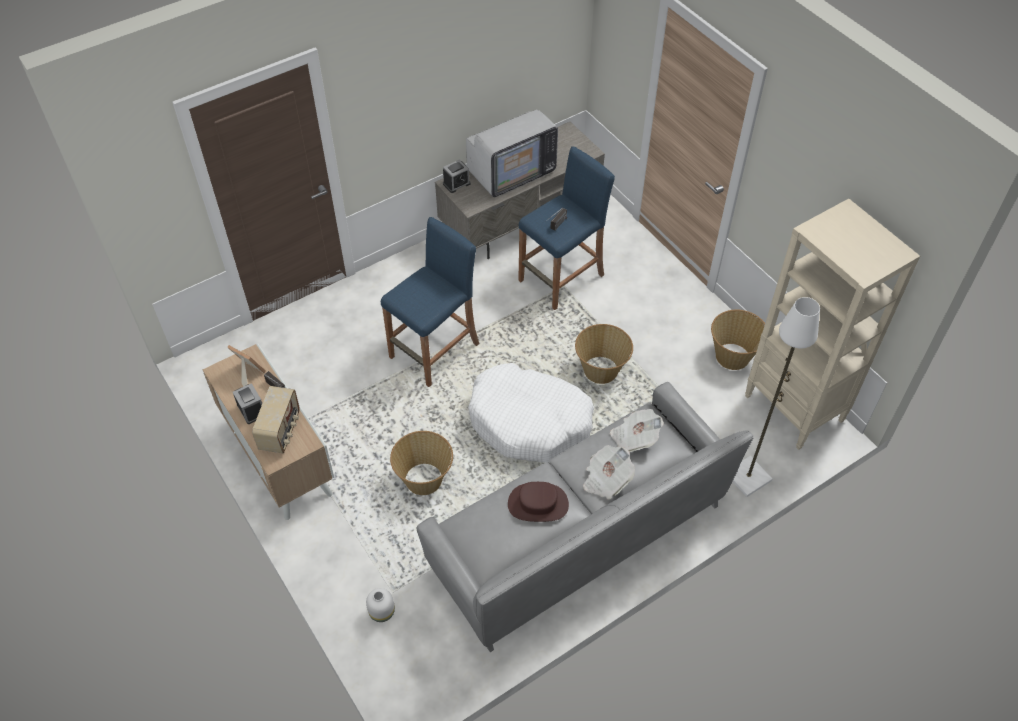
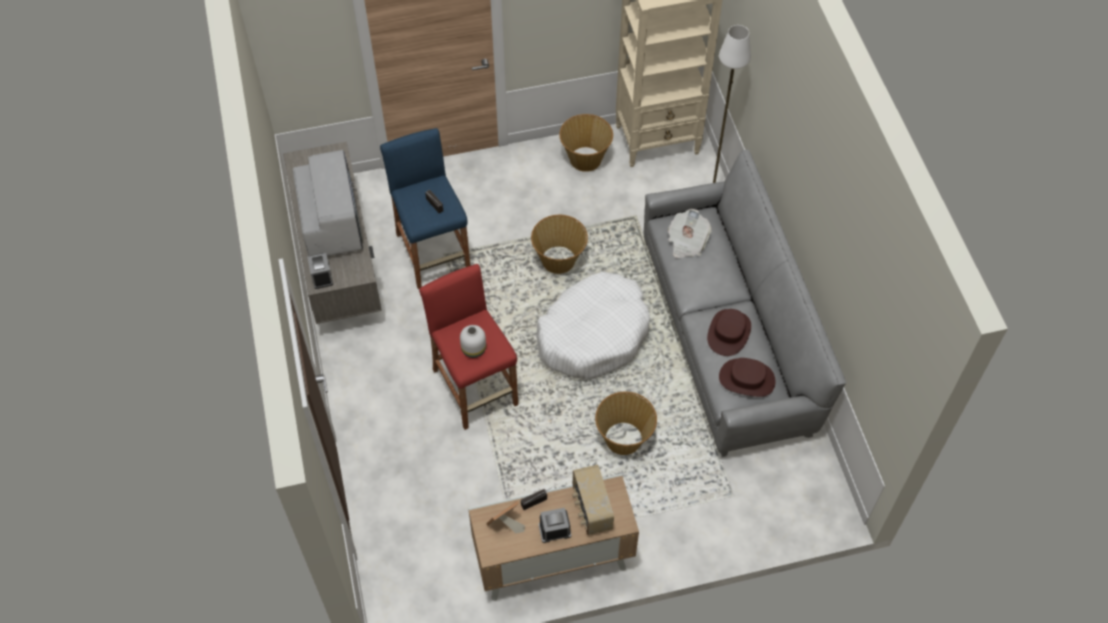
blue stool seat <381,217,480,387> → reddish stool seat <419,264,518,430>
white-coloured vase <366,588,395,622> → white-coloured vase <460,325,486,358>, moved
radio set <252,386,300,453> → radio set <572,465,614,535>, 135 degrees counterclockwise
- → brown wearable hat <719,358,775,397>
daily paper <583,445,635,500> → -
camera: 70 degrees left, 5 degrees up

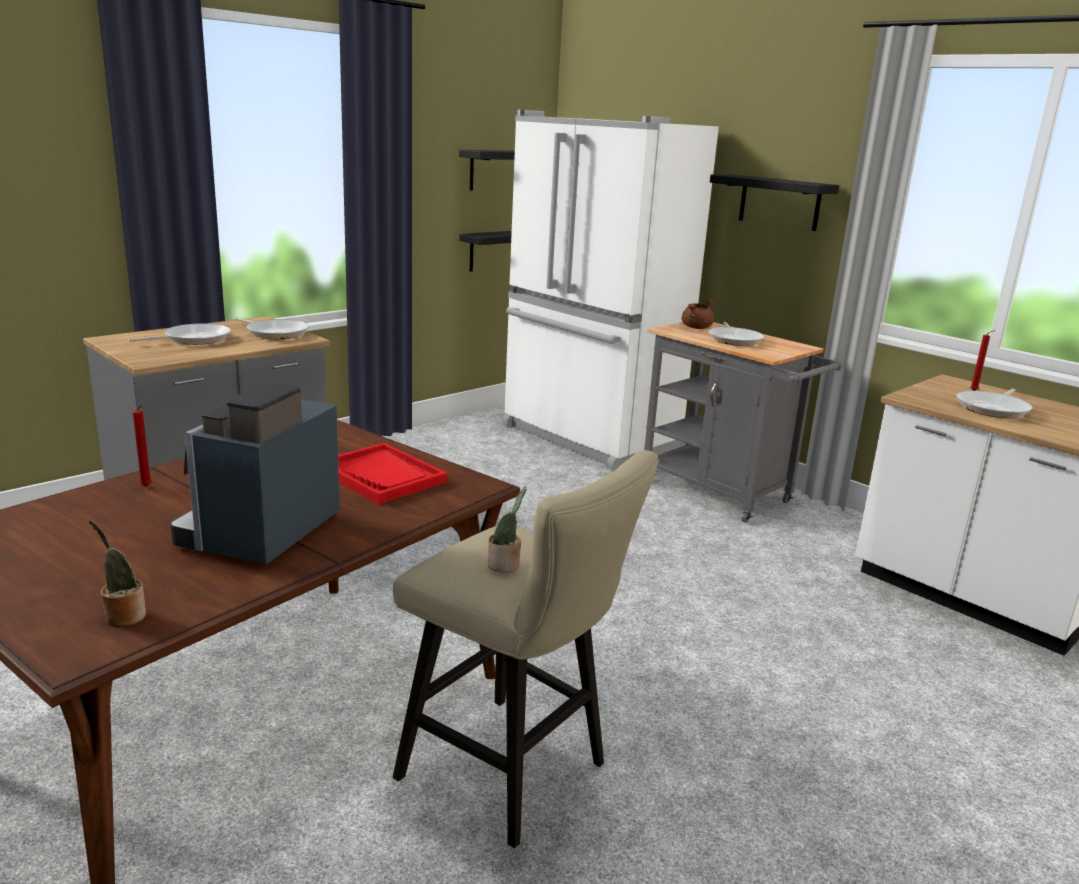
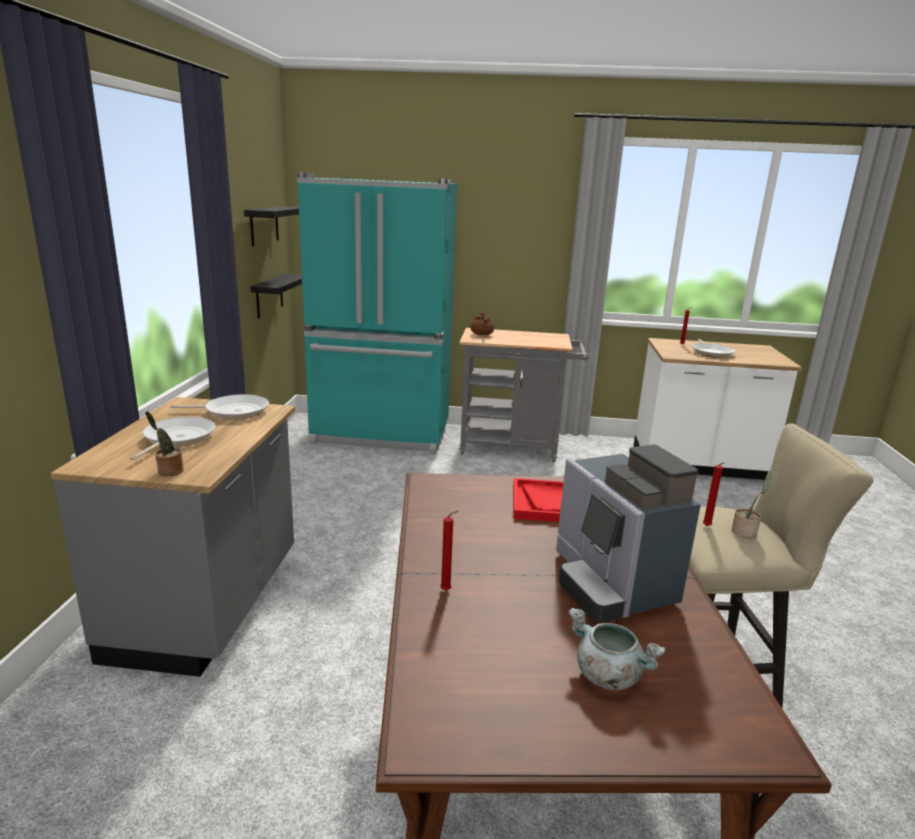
potted plant <89,520,146,627> → potted plant <145,411,184,477>, moved
white-coloured kitchen fridge <502,110,719,471> → turquoise kitchen fridge <297,172,457,454>
- → grey saucepot <568,608,666,690>
- → reddish wax candle <703,462,725,526>
pan <709,322,764,346> → -
black-coloured shelf <710,174,839,231> → -
camera: 40 degrees left, 0 degrees up

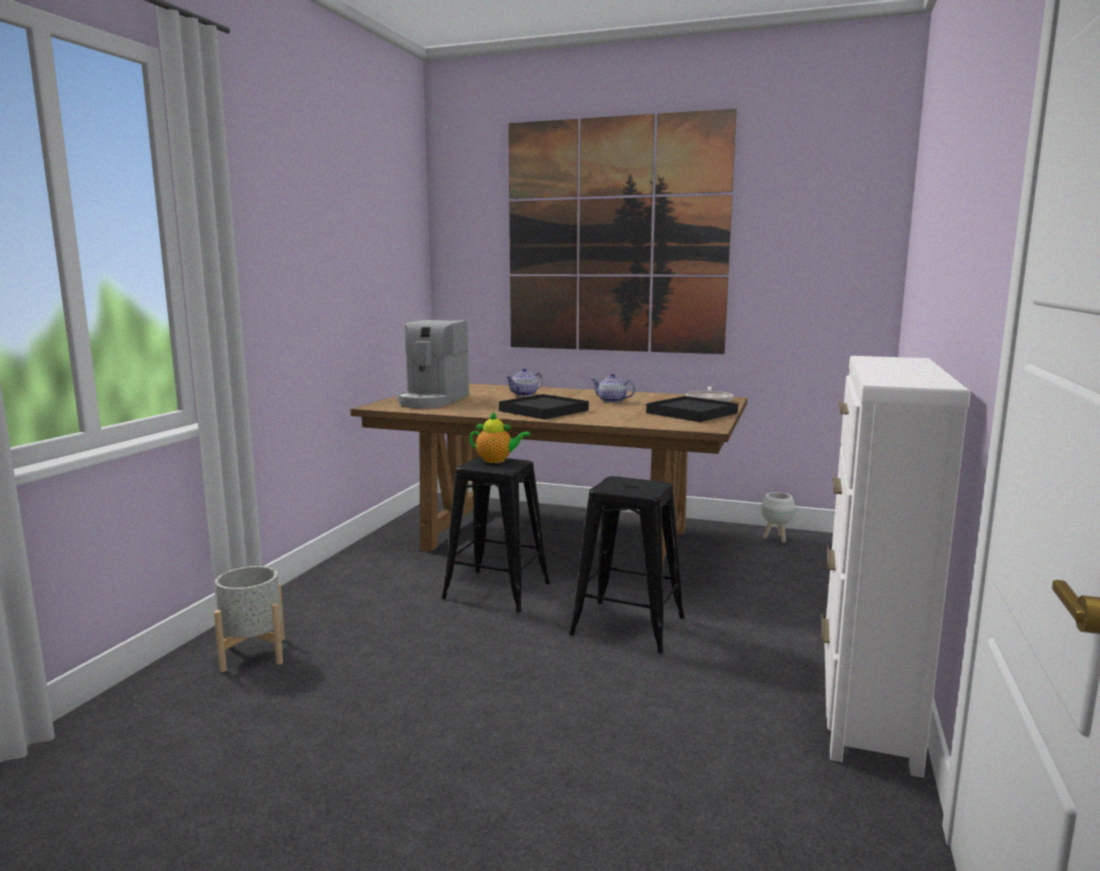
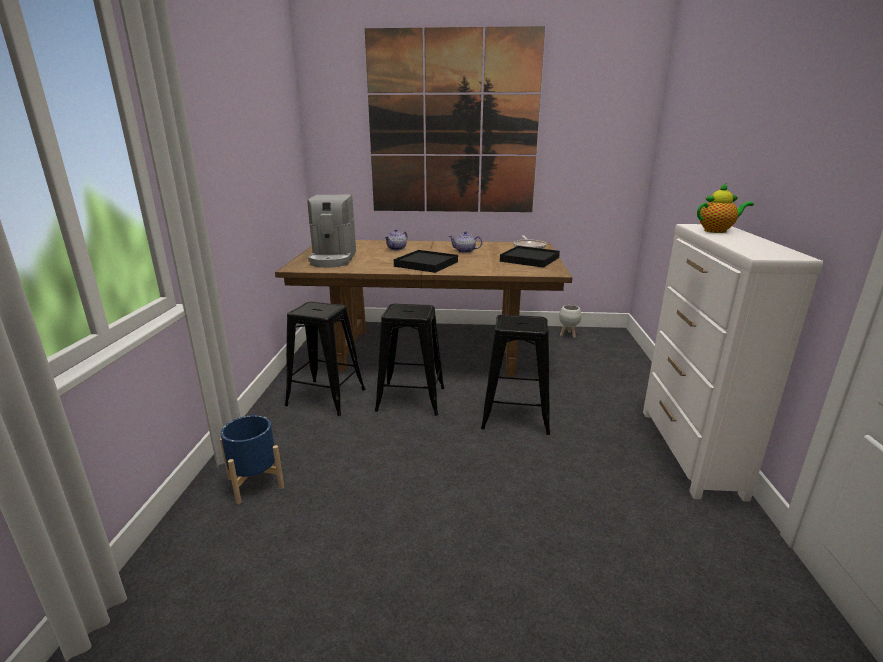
grey plant pot <214,566,285,672> → blue plant pot <220,415,284,504>
- → black-coloured stool seat <284,301,365,416>
pot for tea <469,411,530,463> → pot for tea <697,183,754,233>, moved
camera: 15 degrees left, 10 degrees up

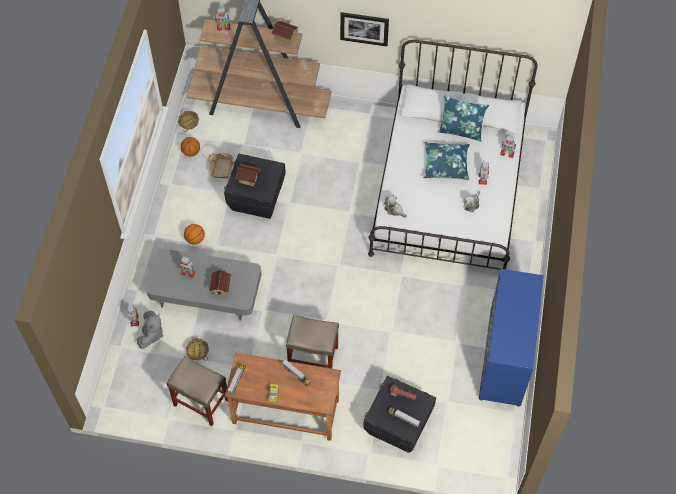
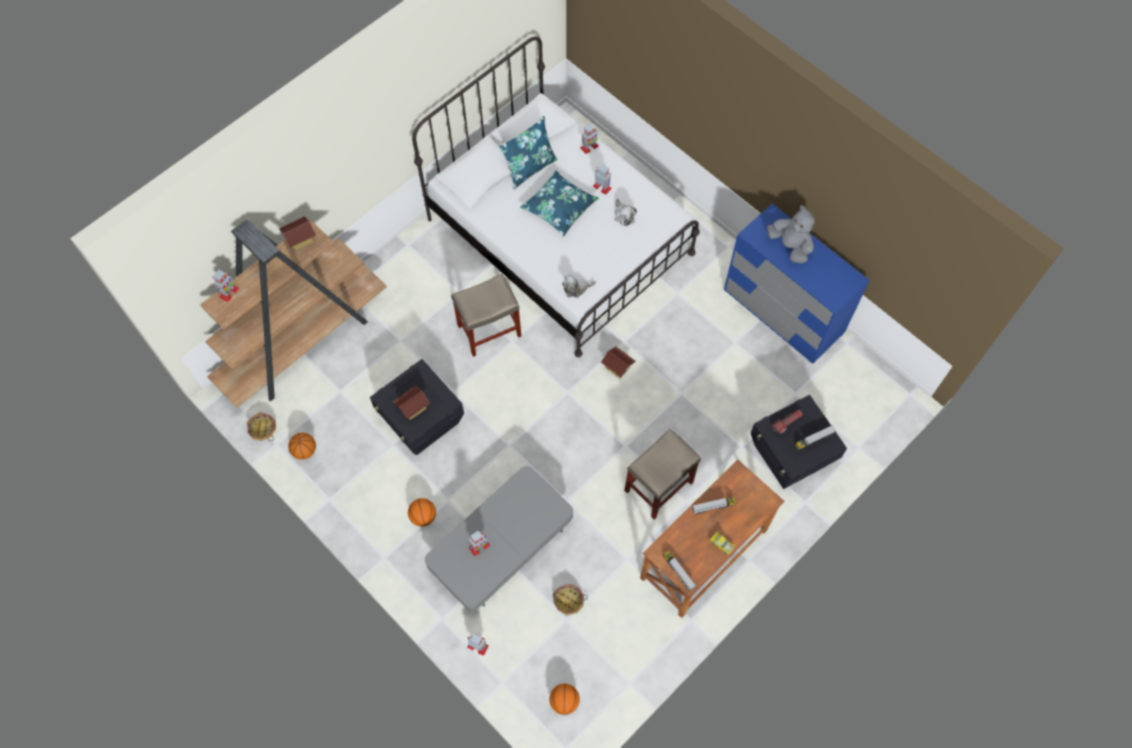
beige-coloured stool seat <167,356,228,426> → beige-coloured stool seat <451,274,521,357>, moved
- → basketball ball <549,684,580,715>
model house <209,270,231,295> → model house <601,346,636,378>, moved
grey cuddly toy <137,311,163,349> → grey cuddly toy <767,205,815,263>, moved
household basket <208,153,233,179> → -
picture <340,12,389,47> → -
camera: 55 degrees left, 5 degrees up

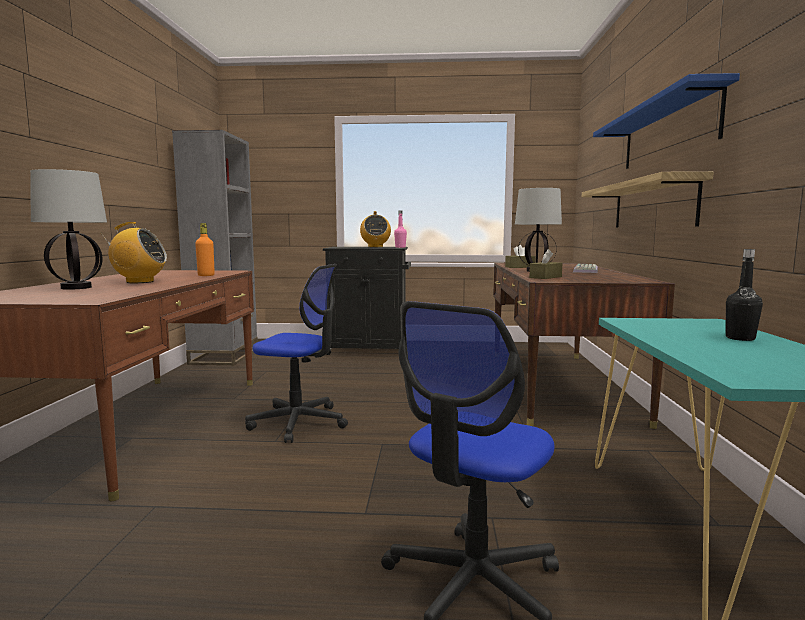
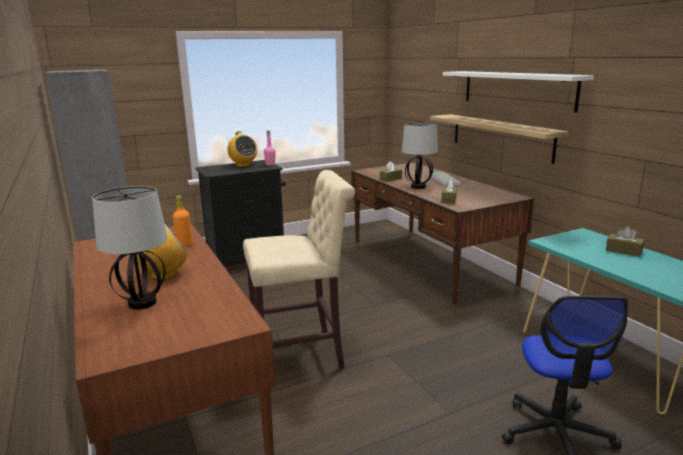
office chair <245,264,348,443> → beige-coloured stool seat <243,170,355,369>
blue shelf <593,73,740,169> → white-coloured shelf <443,71,594,113>
black-coloured drink bottle <726,249,763,341> → brown box of tissues <606,227,645,257>
camera: 30 degrees left, 10 degrees up

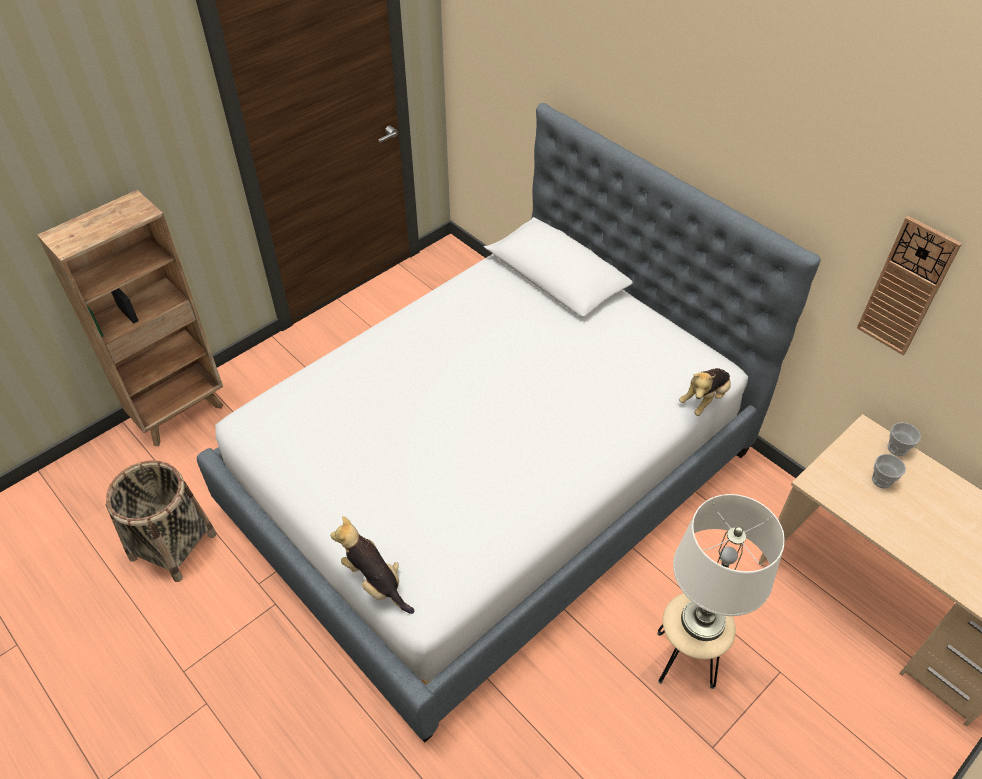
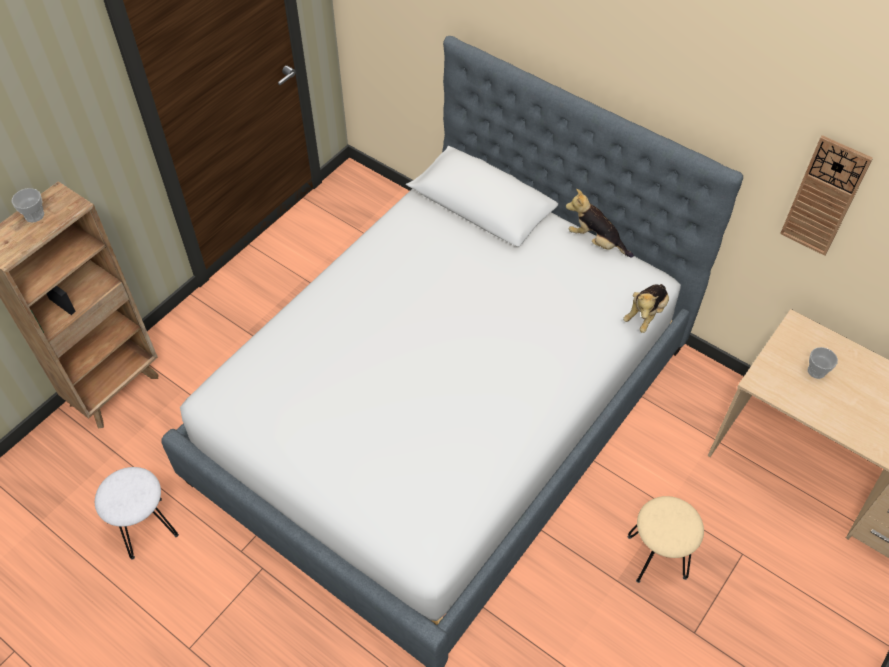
drinking cup <887,423,921,456> → drinking cup <11,188,44,222>, moved
household basket <106,461,217,582> → white-coloured stool seat <95,467,179,560>
cuddly toy <330,516,414,614> → cuddly toy <566,189,634,258>, moved
white-coloured table lamp <673,494,785,641> → -
camera: 10 degrees left, 5 degrees up

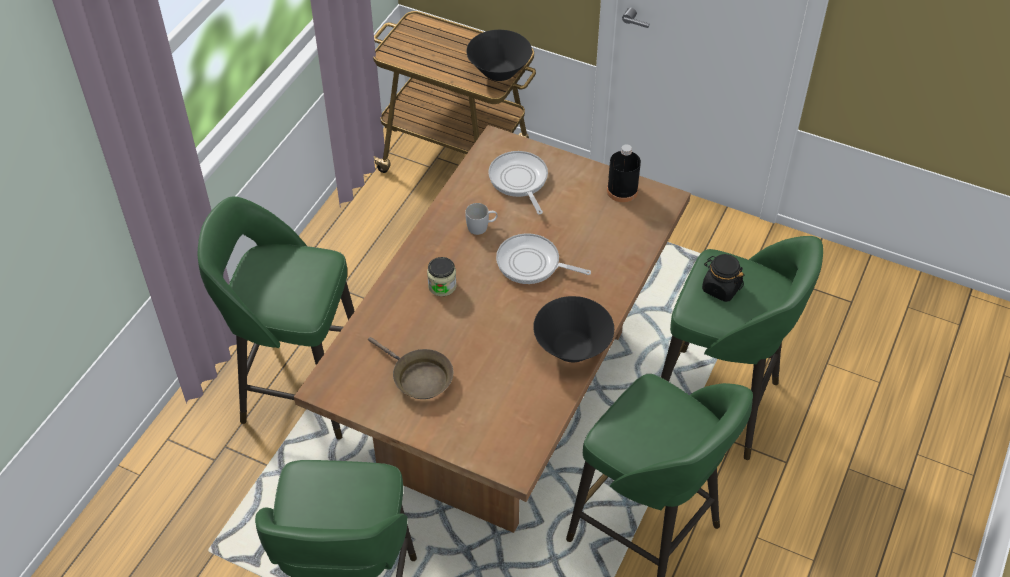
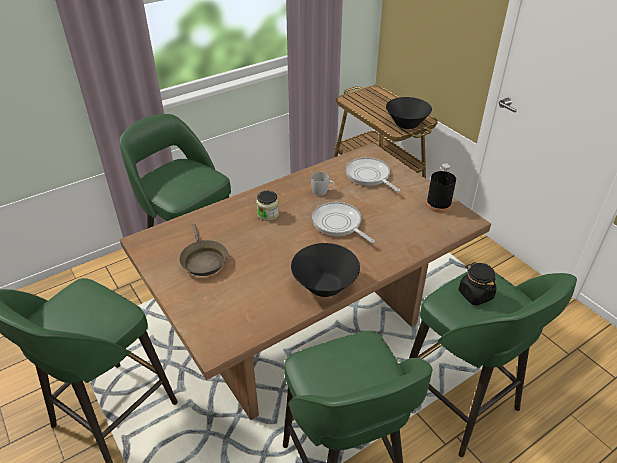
pan <488,151,548,215> → pan <346,157,400,192>, 45 degrees counterclockwise
camera: 30 degrees right, 10 degrees down

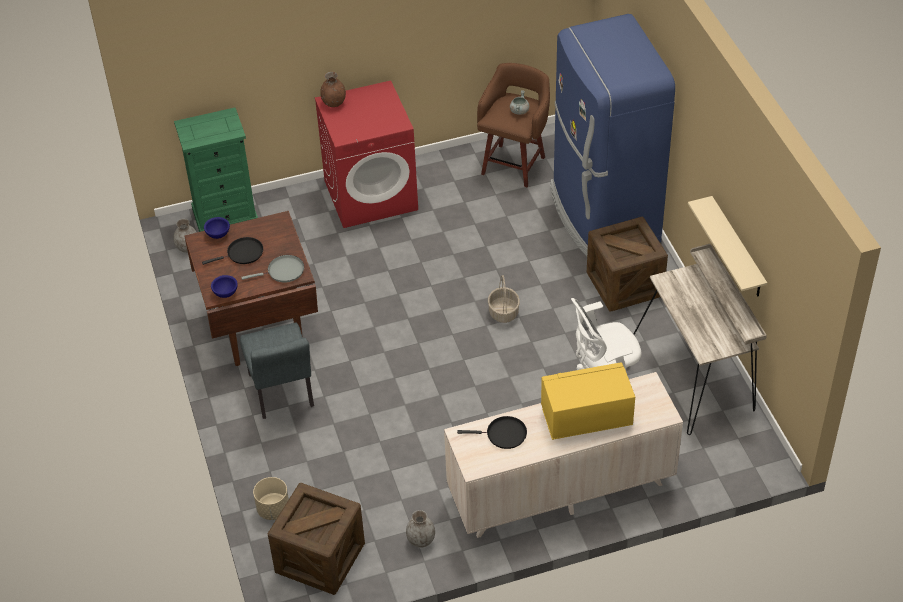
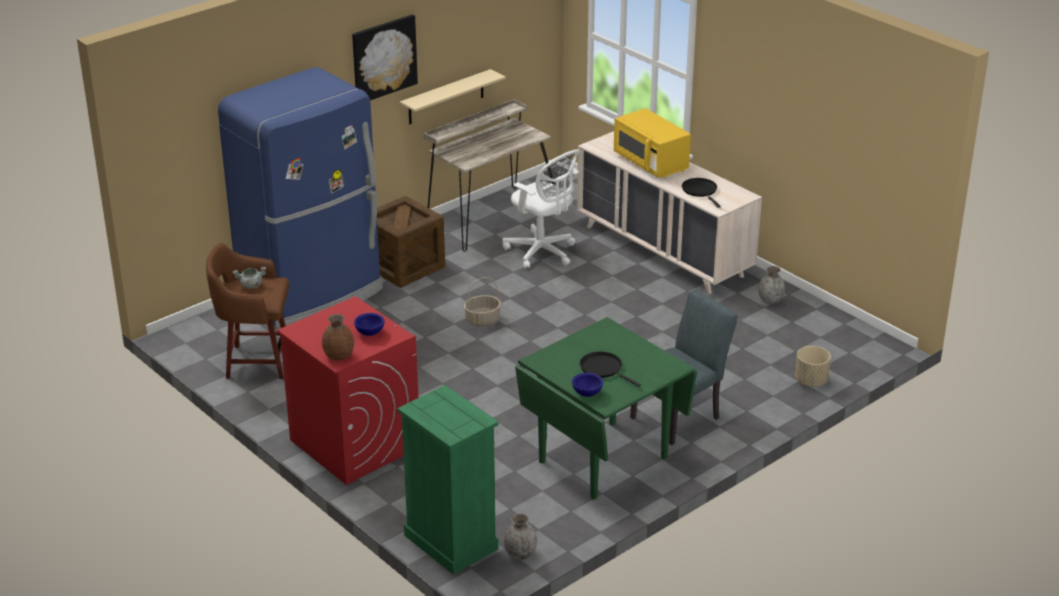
- → picture <352,14,418,100>
blue bowl <211,275,238,298> → blue bowl <354,313,384,336>, moved
brown dining table <184,211,318,366> → green dining table <515,317,697,500>
grey pan <241,255,304,282> → -
crate <268,483,365,595> → -
camera: 115 degrees left, 15 degrees down

